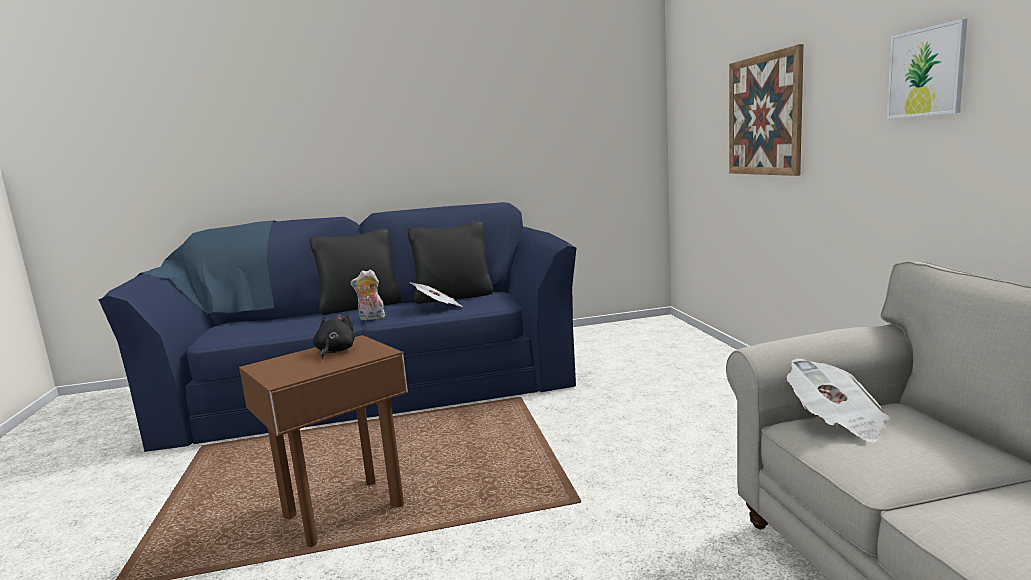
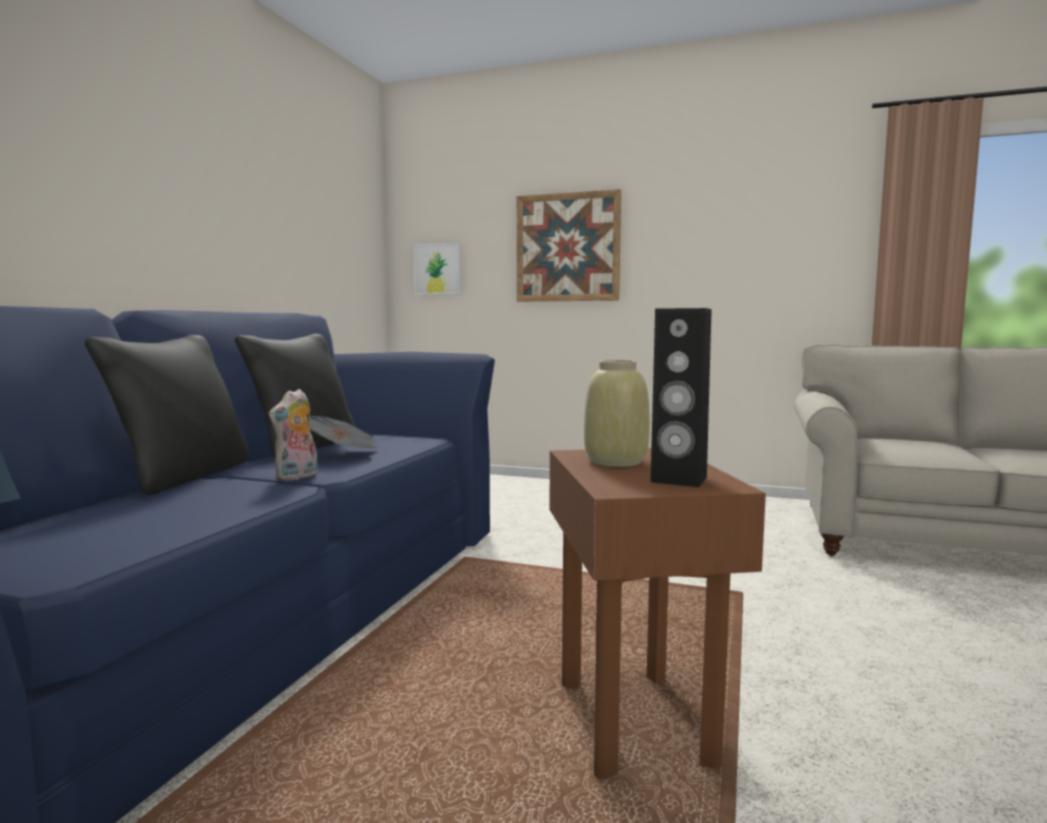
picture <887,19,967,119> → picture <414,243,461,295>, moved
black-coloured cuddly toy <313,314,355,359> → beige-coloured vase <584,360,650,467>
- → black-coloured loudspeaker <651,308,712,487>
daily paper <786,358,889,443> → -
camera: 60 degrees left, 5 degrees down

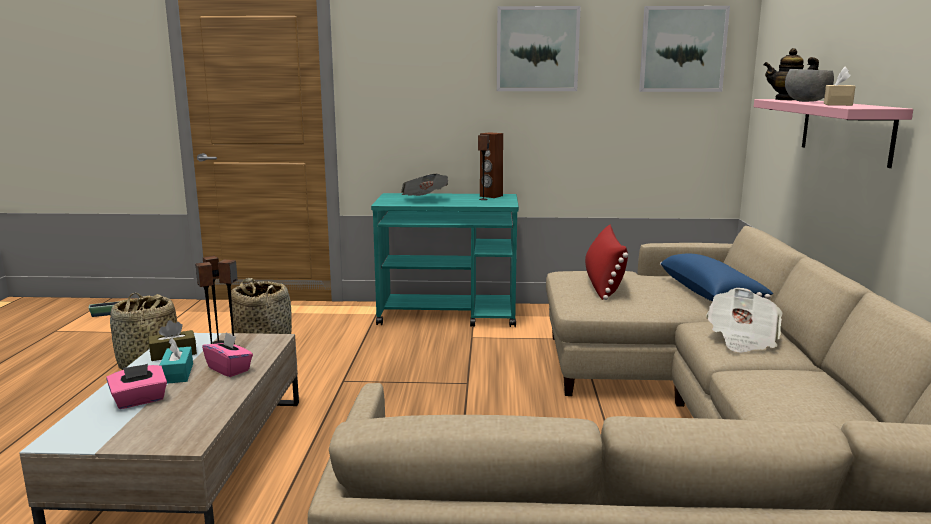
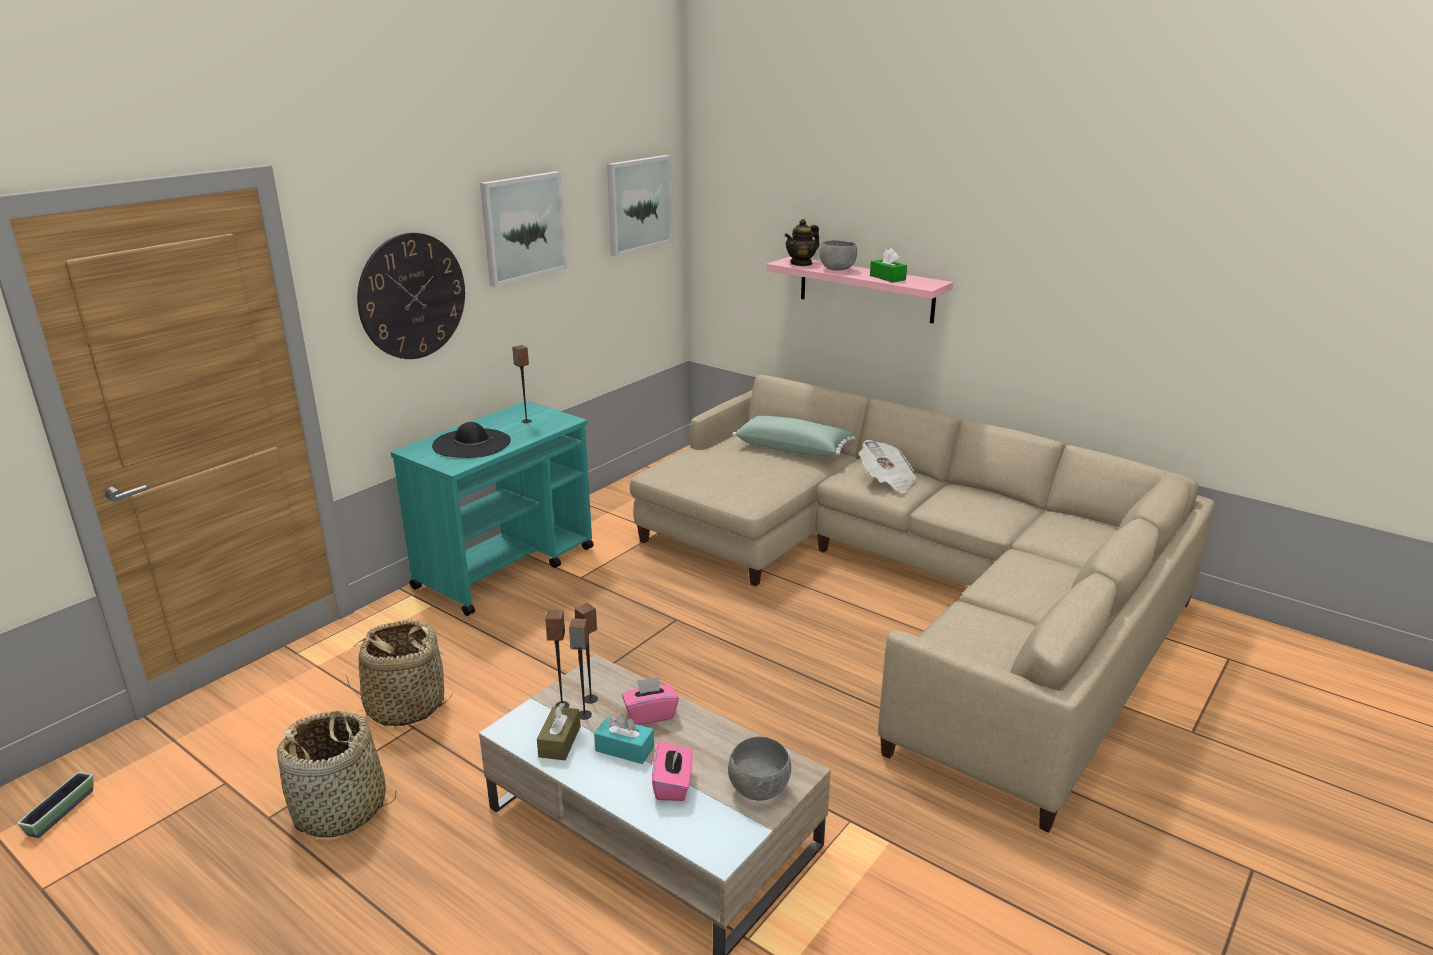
- → wall clock <357,233,465,359>
daily paper <401,174,448,196> → black-coloured wearable hat <432,422,511,458>
- → grey bowl <728,737,791,800>
blue throw pillow <660,254,773,302> → green throw pillow <732,416,856,457>
beige-coloured box of tissues <824,67,856,106> → green box of tissues <870,248,907,283>
brown loudspeaker <480,132,503,198> → -
reddish throw pillow <585,225,628,300> → -
camera: 55 degrees left, 10 degrees up

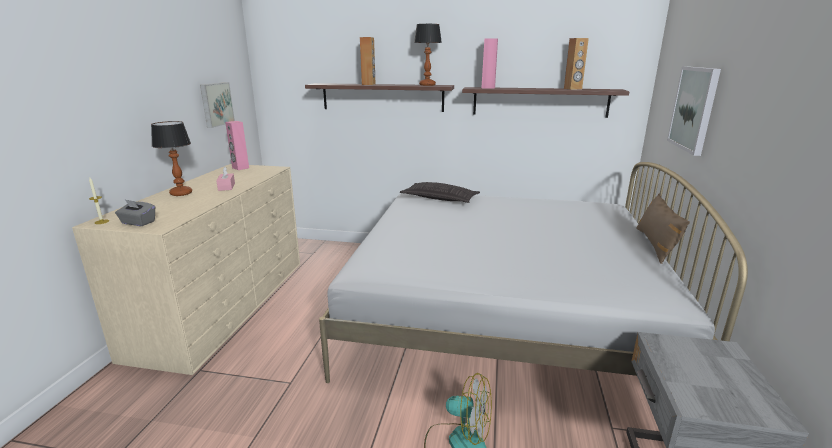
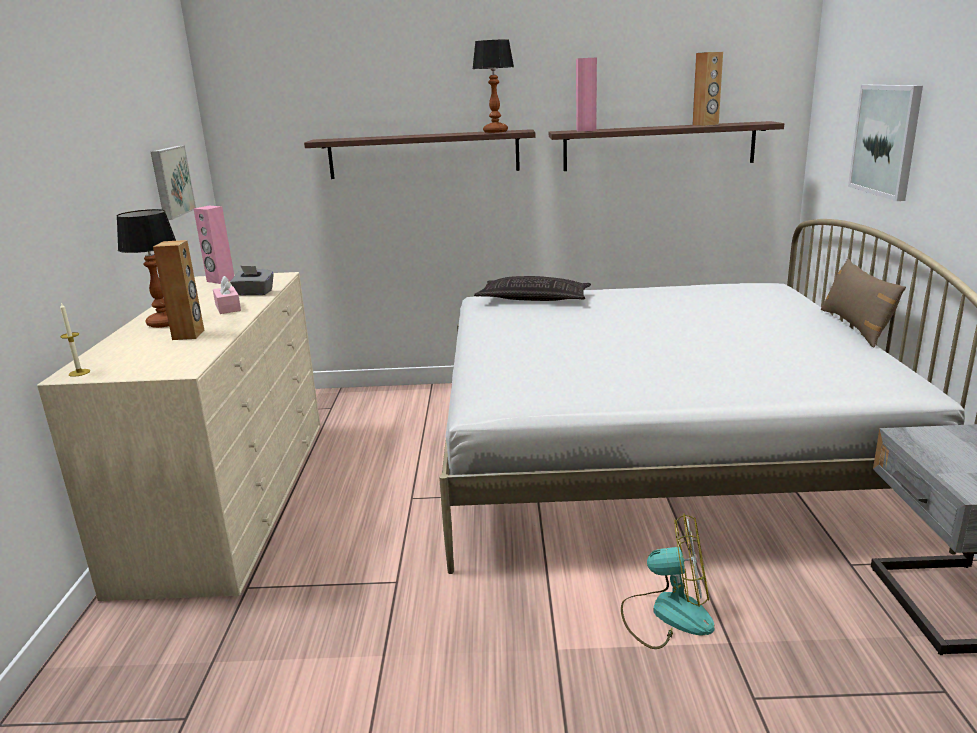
brown loudspeaker <360,37,375,85> → brown loudspeaker <153,240,205,340>, moved
grey box of tissues <115,200,155,226> → grey box of tissues <230,266,274,296>, moved
camera: 10 degrees left, 0 degrees up

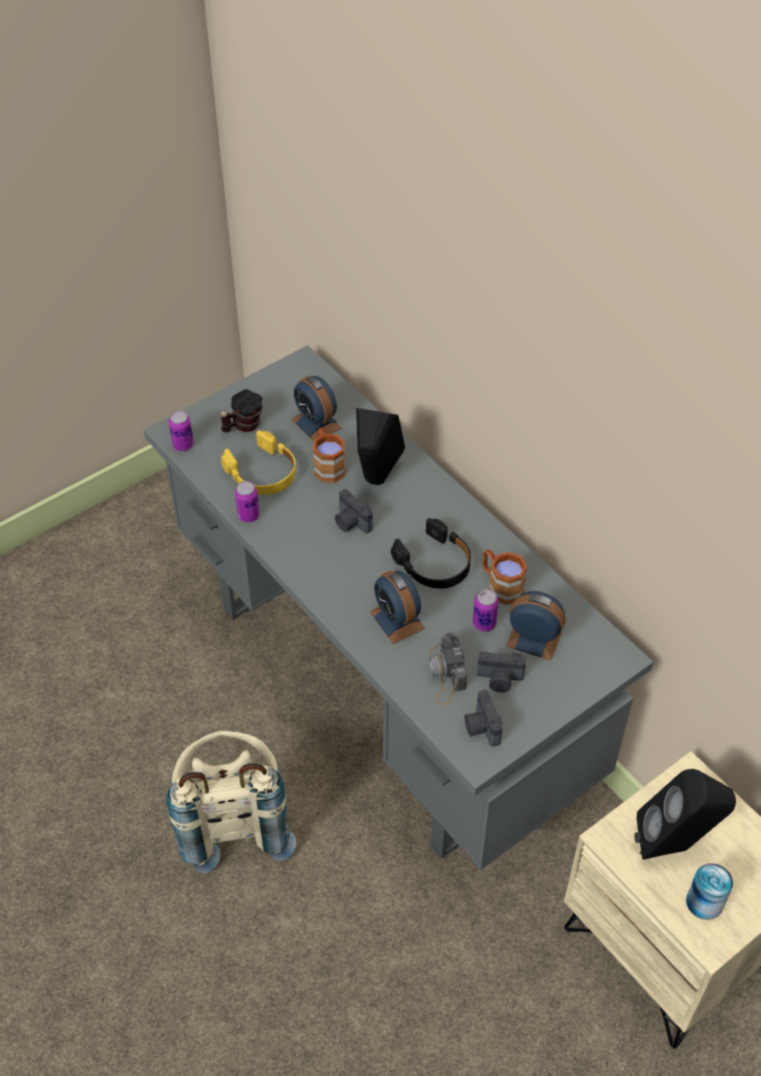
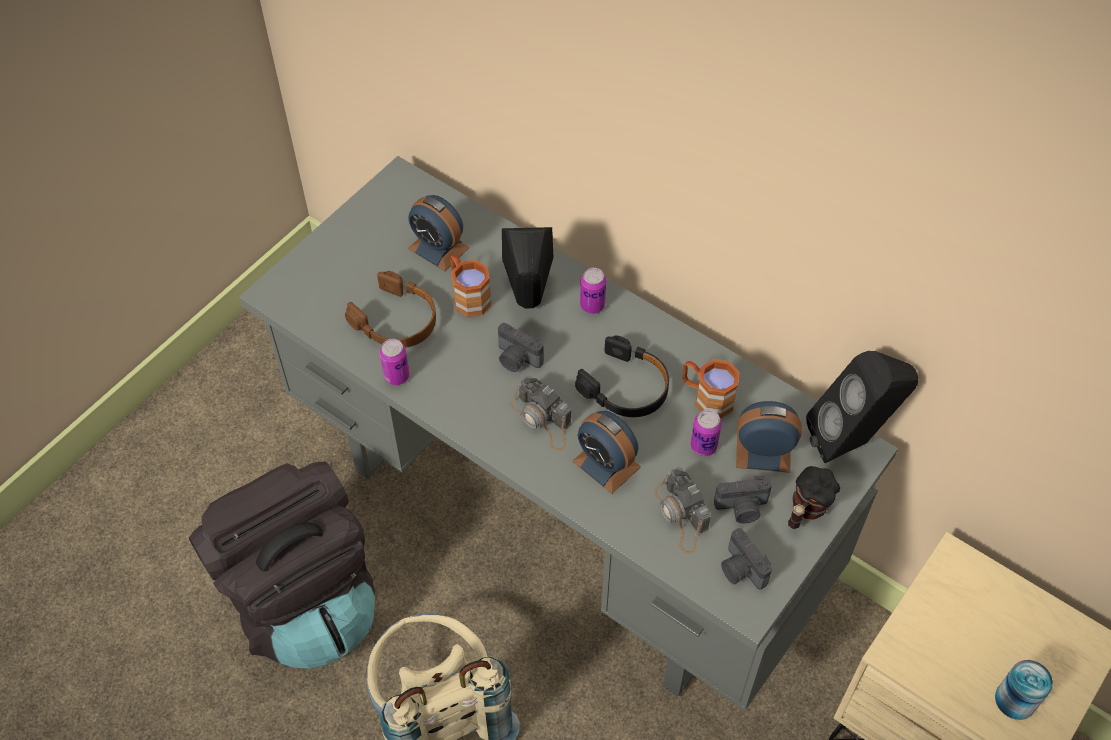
- → black-coloured rucksack <189,462,375,669>
yellow headphones <221,430,296,495> → brown headphones <345,271,436,348>
- → still camera <510,376,571,451>
metal can <169,411,194,451> → metal can <580,268,606,314>, moved
tea mug <219,389,262,432> → tea mug <788,466,840,529>, moved
black-coloured loudspeaker <635,769,736,860> → black-coloured loudspeaker <806,351,919,463>, moved
camera: 15 degrees left, 5 degrees up

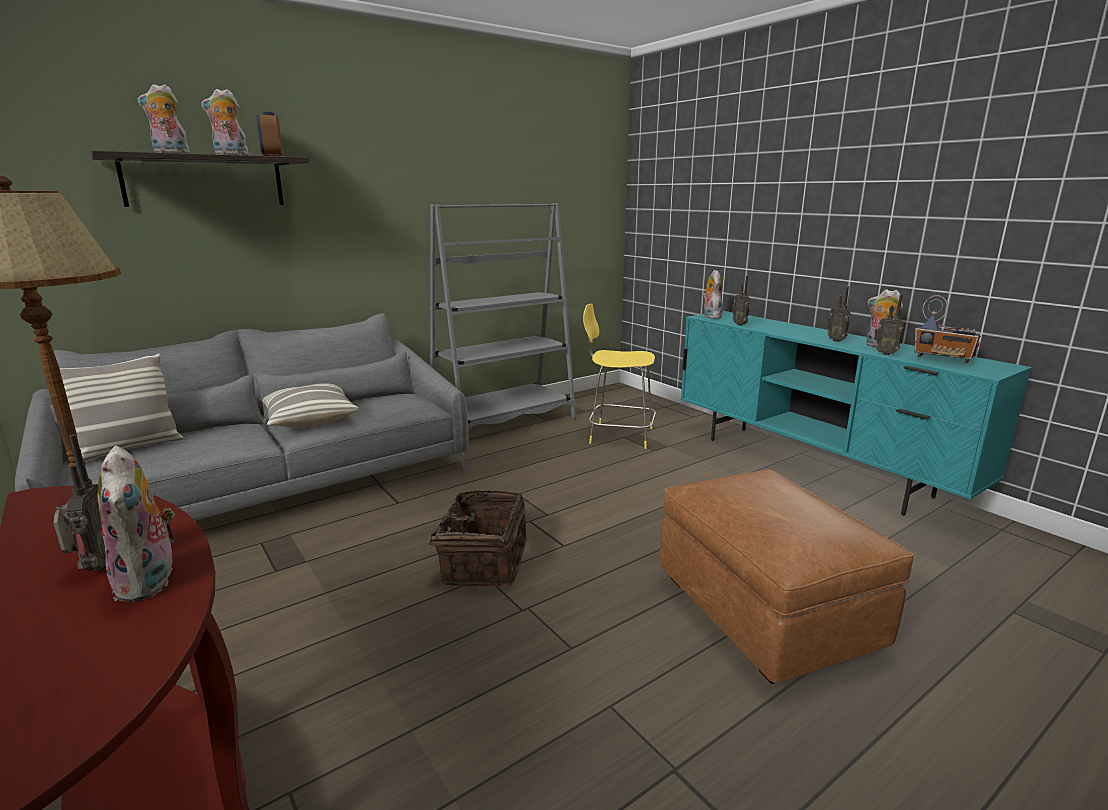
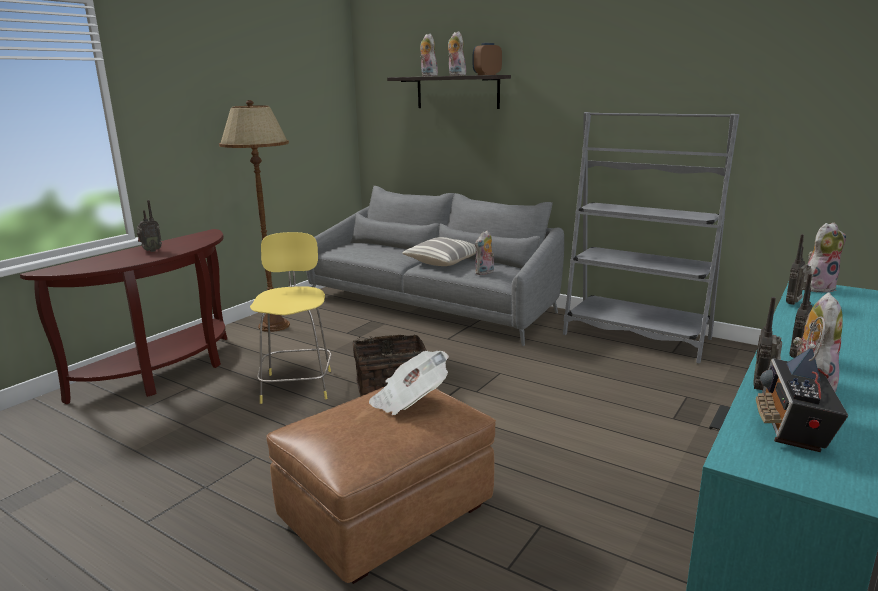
yellow stool seat <583,304,656,449> → yellow stool seat <250,232,332,404>, moved
- → daily paper <369,351,449,415>
cuddly toy <97,446,175,602> → cuddly toy <475,230,494,275>, moved
throw pillow <59,353,183,462> → -
camera: 70 degrees right, 0 degrees up

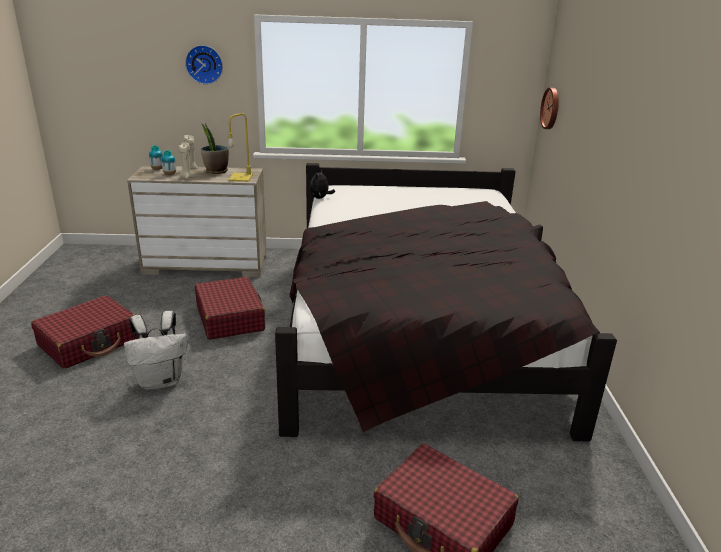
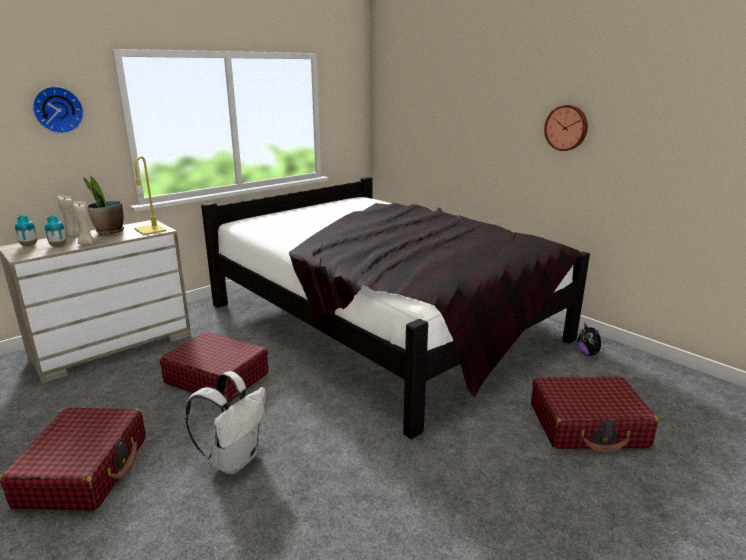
wall clock <540,88,559,129> → wall clock <544,105,588,151>, moved
cuddly toy <310,169,335,199> → cuddly toy <577,323,605,356>, moved
camera: 40 degrees left, 5 degrees down

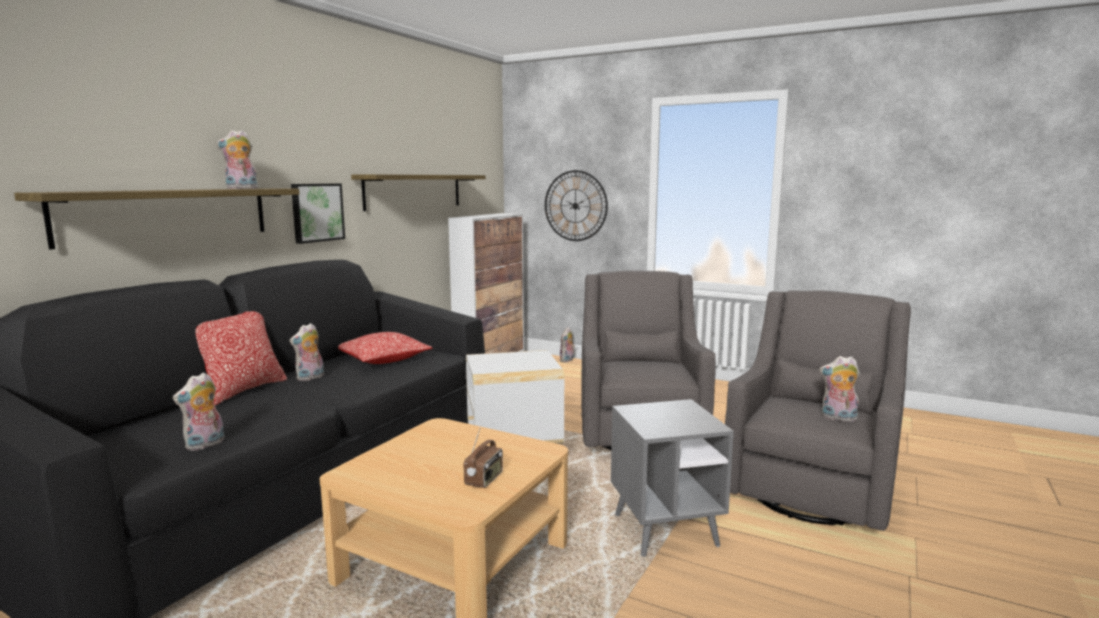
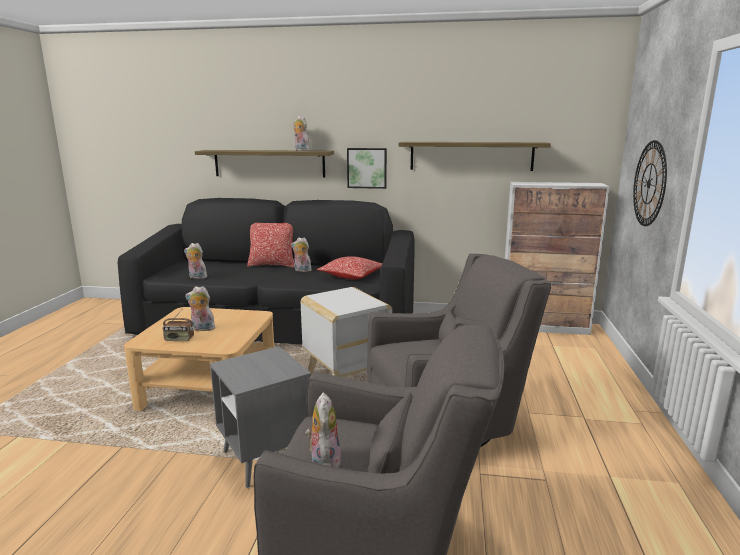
cuddly toy <560,327,575,362> → cuddly toy <185,286,215,331>, moved
camera: 70 degrees right, 5 degrees up

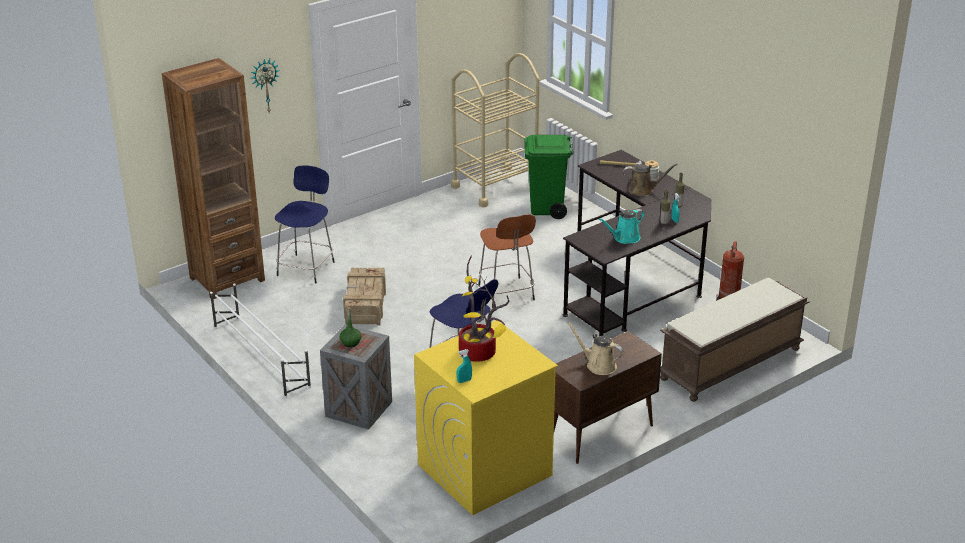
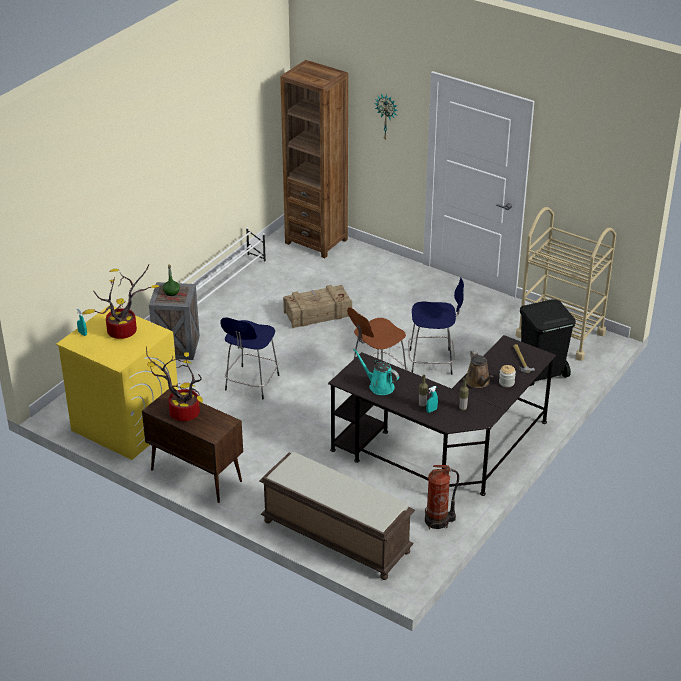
beige-coloured sprinkling can <567,322,624,375> → potted plant <146,346,203,421>
blue stool seat <275,165,335,284> → blue stool seat <408,278,464,375>, moved
green waste bin <524,135,574,219> → black-coloured waste bin <520,299,576,386>
camera: 70 degrees right, 5 degrees up

